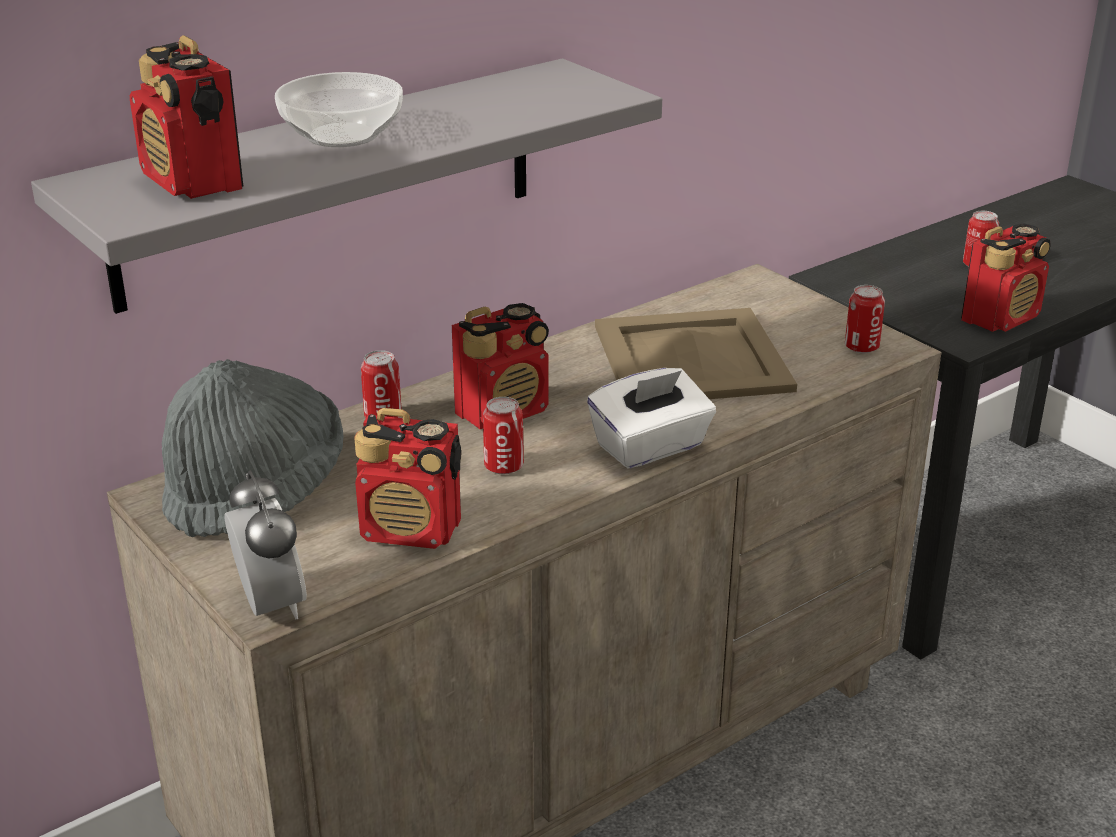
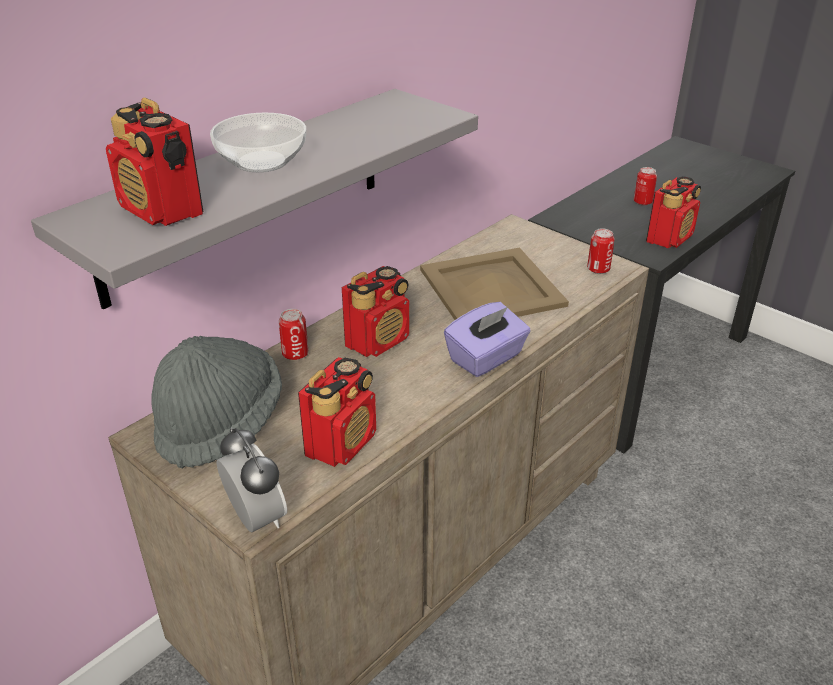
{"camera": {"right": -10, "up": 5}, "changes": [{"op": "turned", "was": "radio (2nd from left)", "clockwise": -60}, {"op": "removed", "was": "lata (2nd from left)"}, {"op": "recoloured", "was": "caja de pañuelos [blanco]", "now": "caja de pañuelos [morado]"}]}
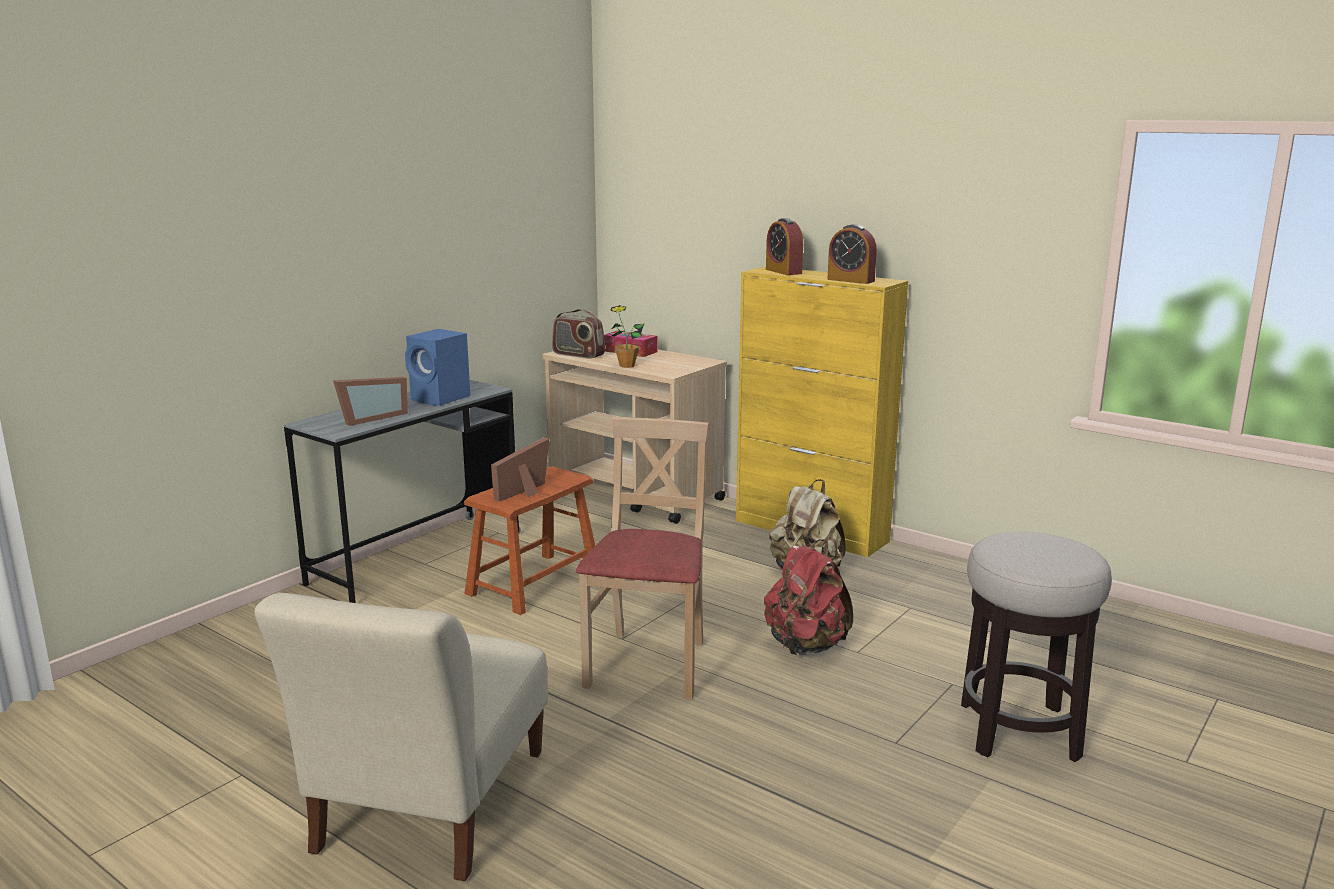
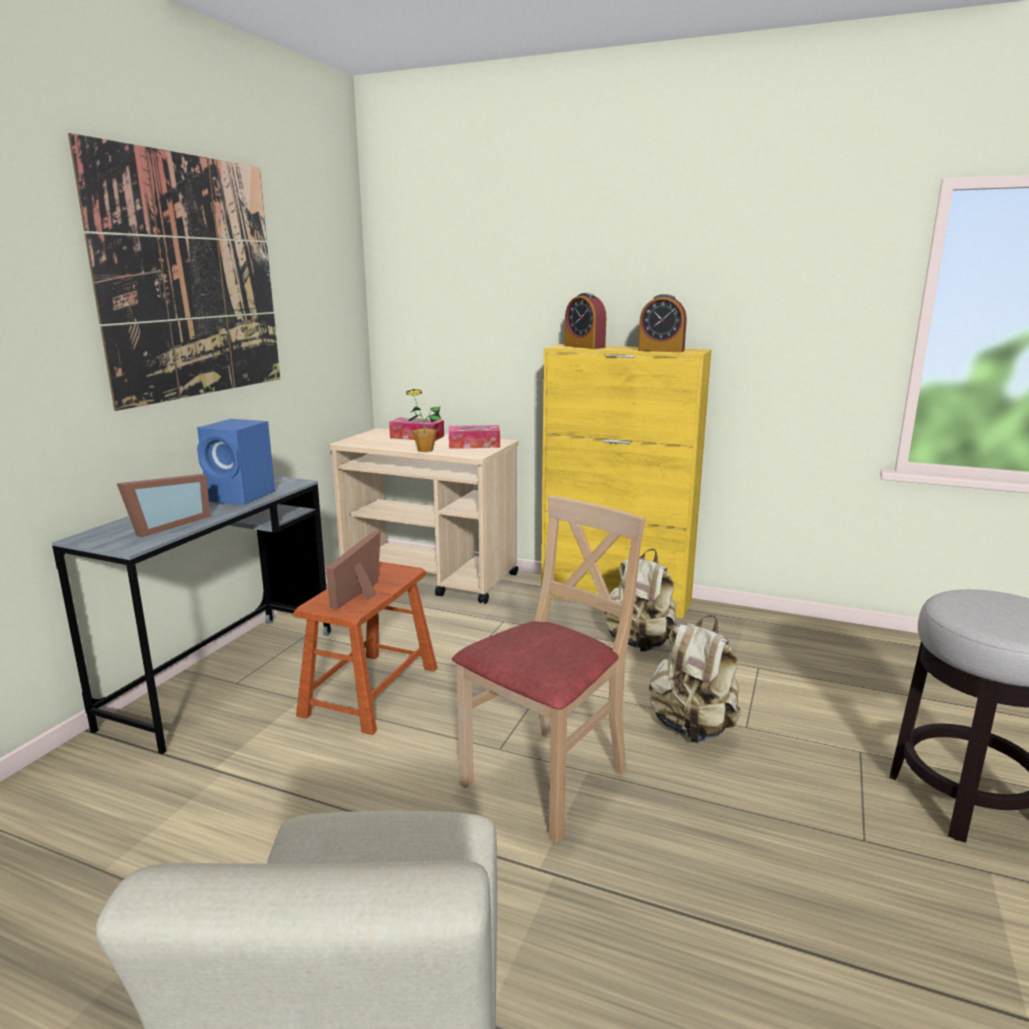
{"camera": {"right": -15, "up": 0}, "changes": [{"op": "removed", "was": "radio"}, {"op": "turned", "was": "silla [beis] (2nd from left)", "clockwise": 45}, {"op": "recoloured", "was": "mochila [rojo]", "now": "mochila [beis] (2nd from left)"}, {"op": "added", "now": "cuadro"}, {"op": "added", "now": "caja de pañuelos (2nd from left)"}]}
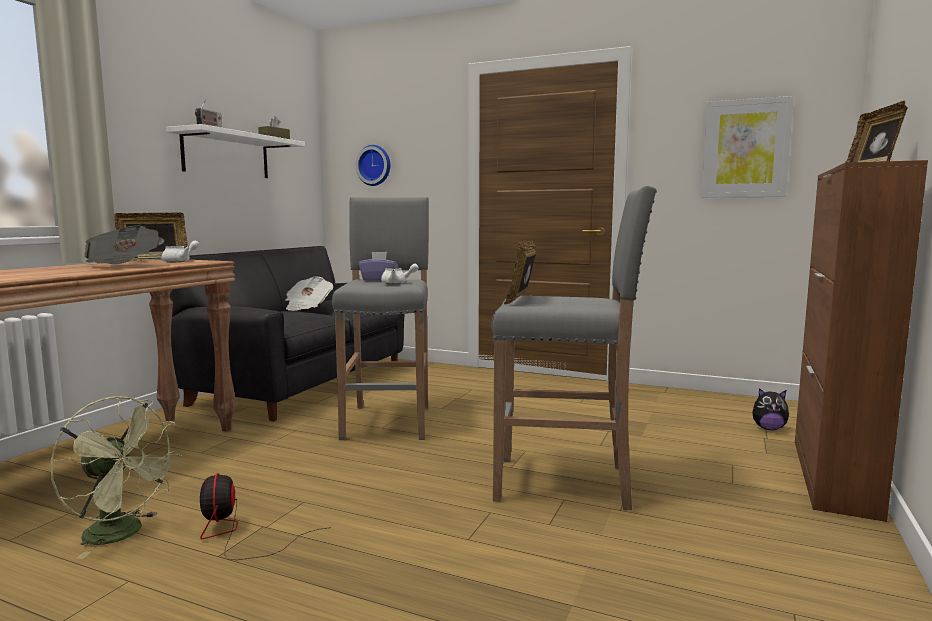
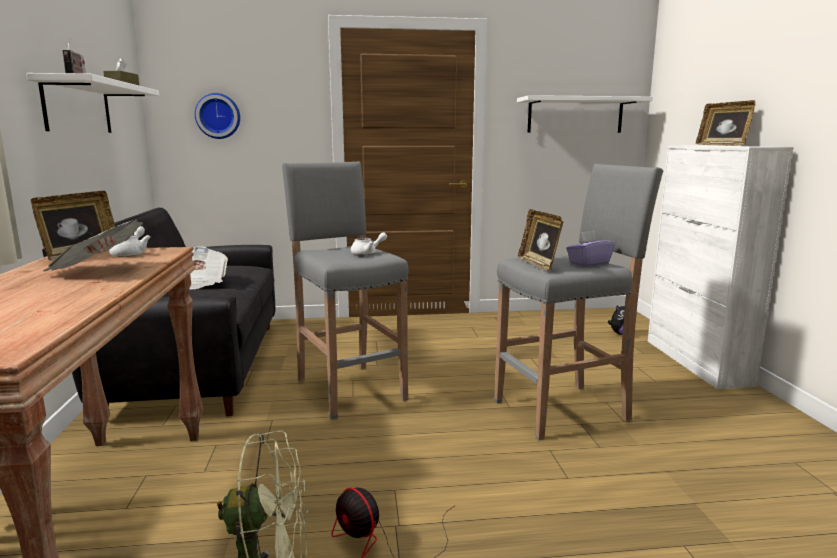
{"camera": {"right": -30, "up": 5}, "changes": [{"op": "moved", "was": "caja de pañuelos [morado]"}, {"op": "replaced", "was": "cuadro", "now": "estante [blanco] (2nd from left)"}, {"op": "recoloured", "was": "armario [marrón]", "now": "armario [blanco]"}]}
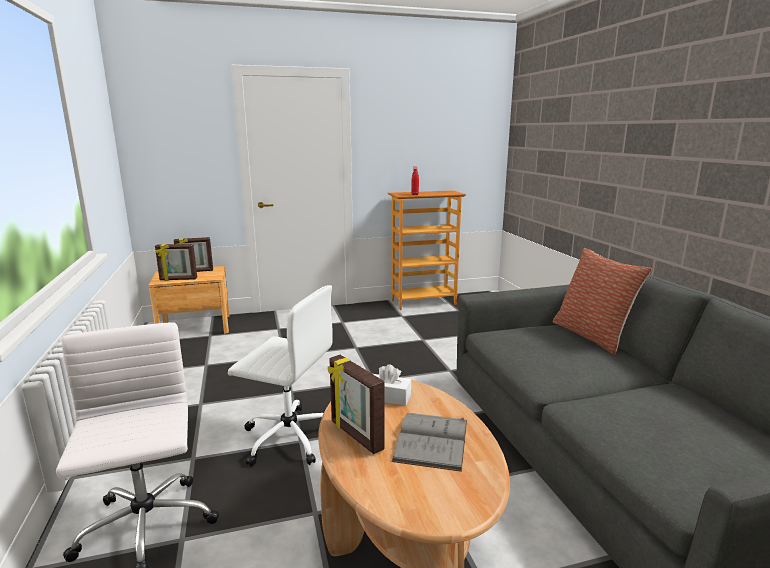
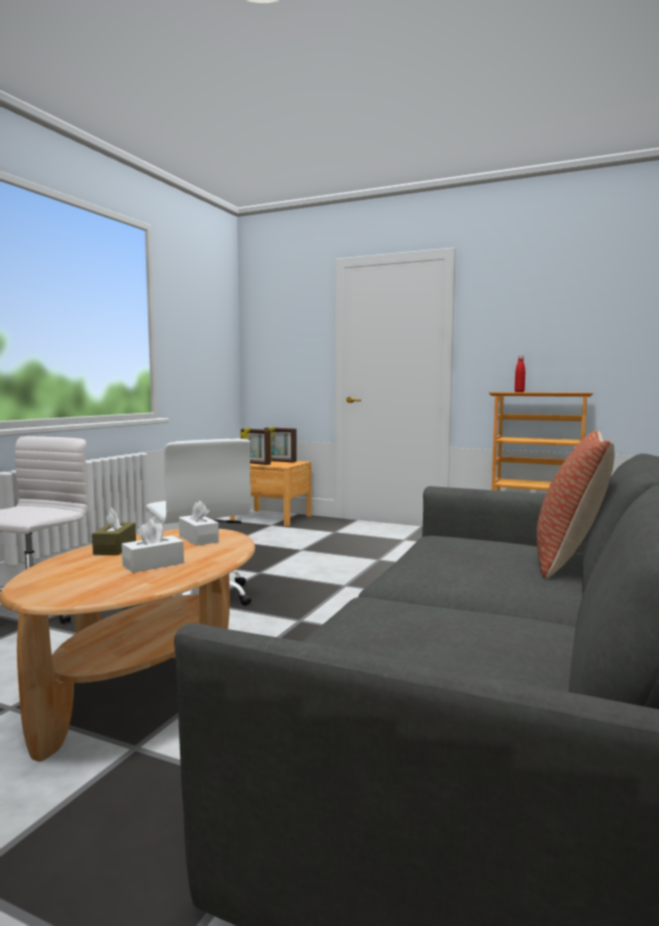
{"camera": {"right": 40, "up": -10}, "changes": [{"op": "replaced", "was": "portarretratos (3rd from left)", "now": "caja de pañuelos [marrón]"}, {"op": "replaced", "was": "libro [gris]", "now": "caja de pañuelos [blanco] (1st from left)"}]}
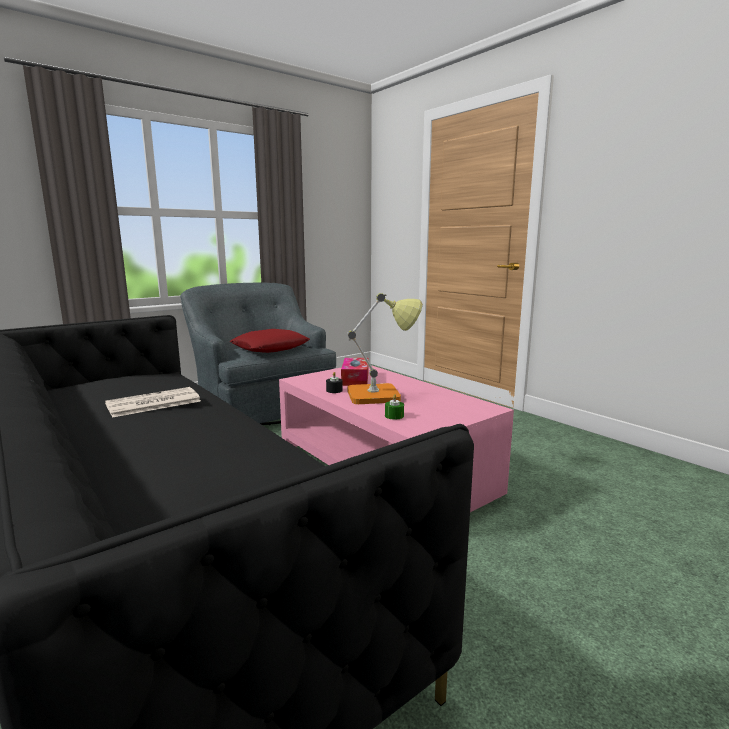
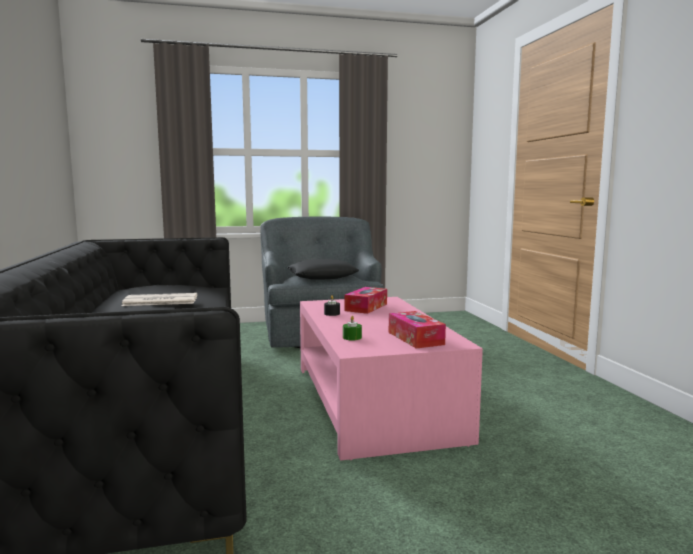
{"camera": {"right": 25, "up": -5}, "changes": [{"op": "recoloured", "was": "cojín [rojo]", "now": "cojín [negro]"}, {"op": "removed", "was": "lámpara de mesa"}, {"op": "added", "now": "caja de pañuelos (2nd from left)"}]}
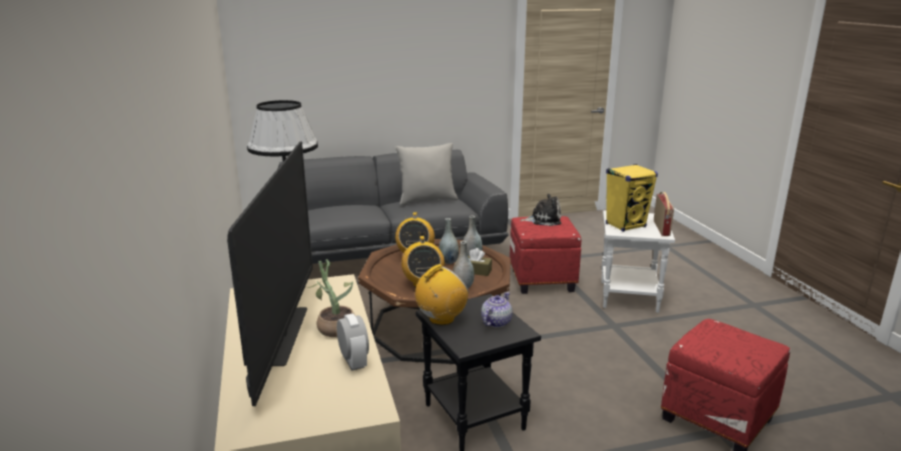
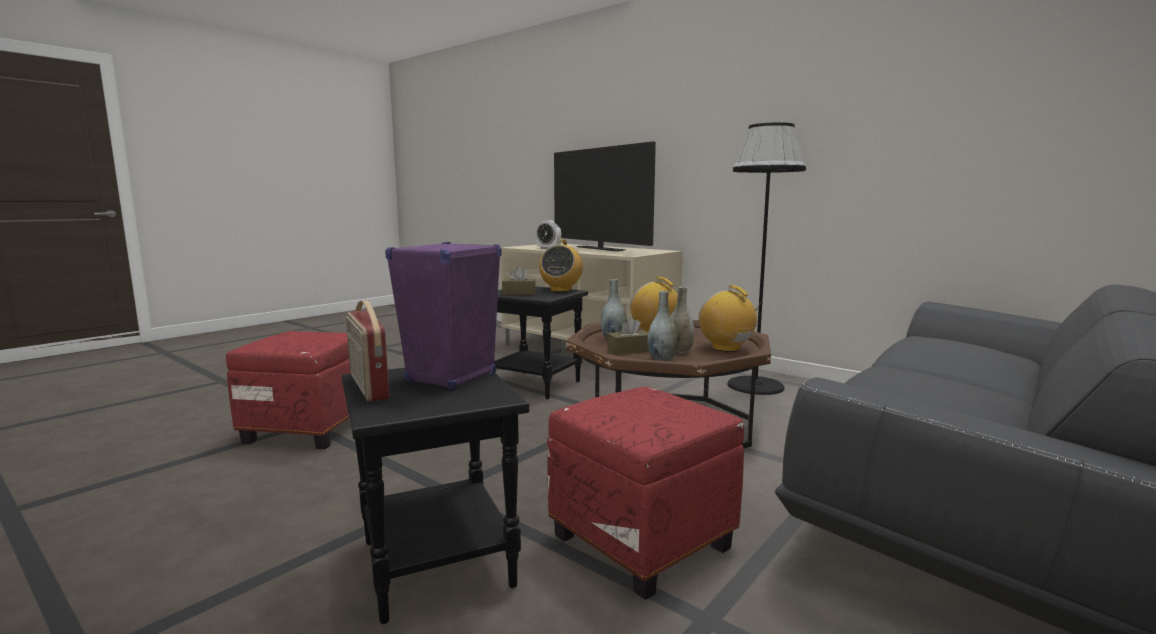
{"camera": {"right": 145, "up": -10}, "changes": [{"op": "removed", "was": "planta en maceta"}, {"op": "removed", "was": "cojín [gris]"}, {"op": "replaced", "was": "tetera", "now": "caja de pañuelos [marrón] (1st from left)"}, {"op": "removed", "was": "peluche"}, {"op": "recoloured", "was": "mesa auxiliar [blanco]", "now": "mesa auxiliar [negro] (1st from left)"}, {"op": "recoloured", "was": "altavoz [amarillo]", "now": "altavoz [morado]"}]}
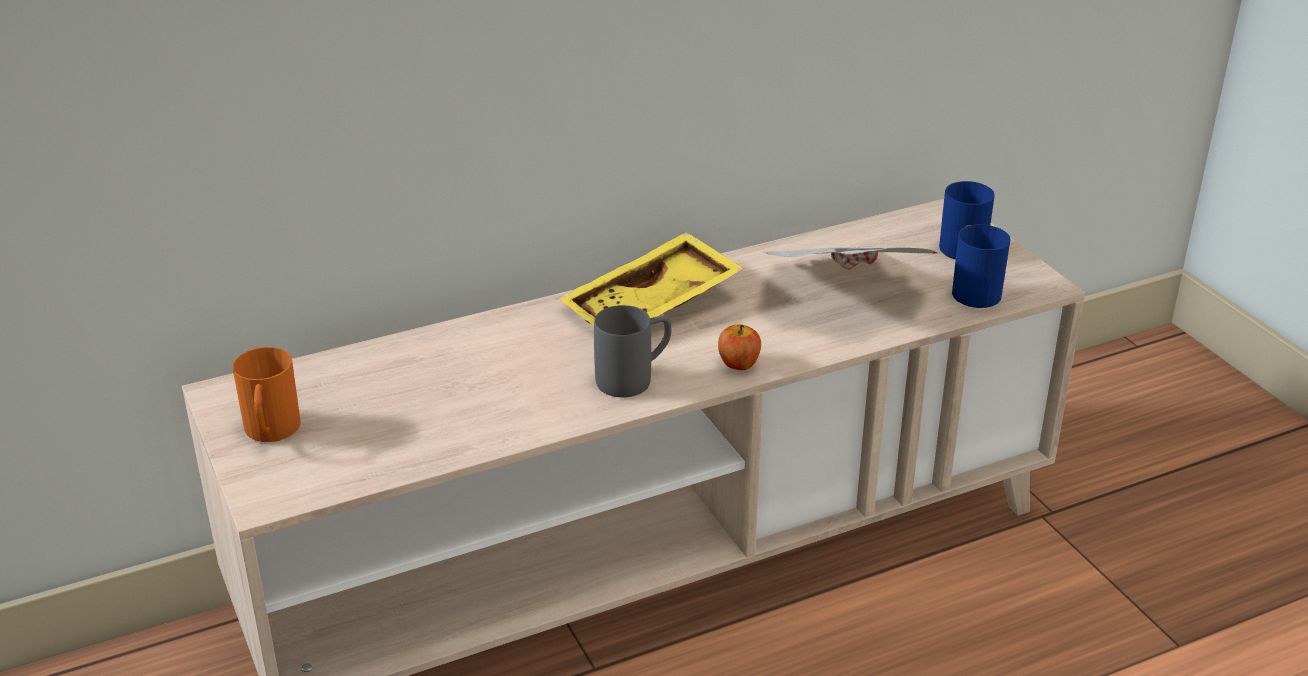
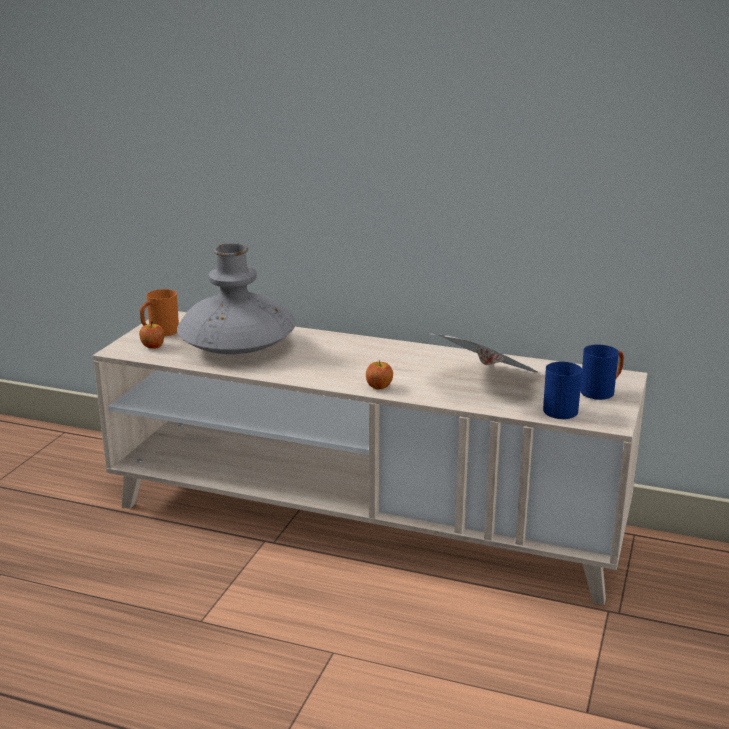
{"camera": {"right": 45, "up": -10}, "changes": [{"op": "removed", "was": "bandeja [amarillo]"}, {"op": "removed", "was": "taza grande [gris]"}, {"op": "added", "now": "manzana (1st from left)"}, {"op": "added", "now": "florero [gris]"}]}
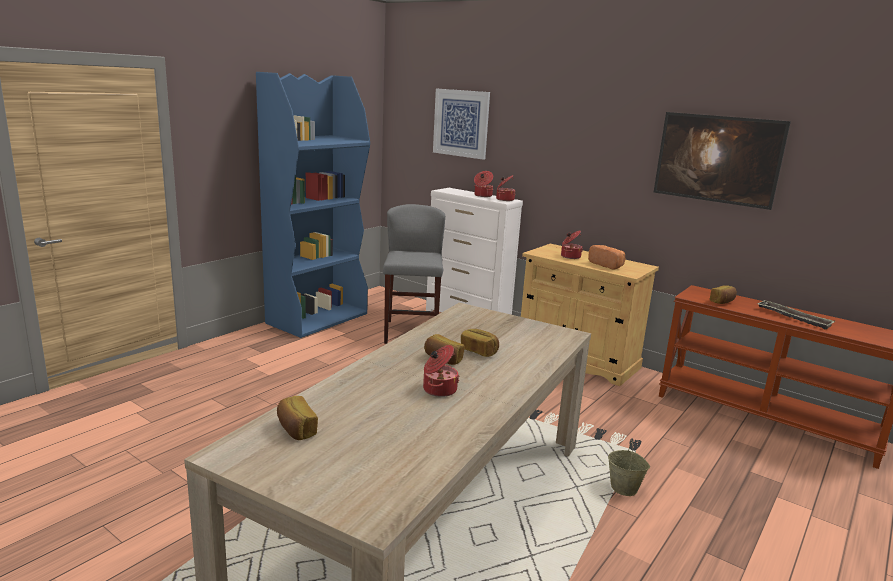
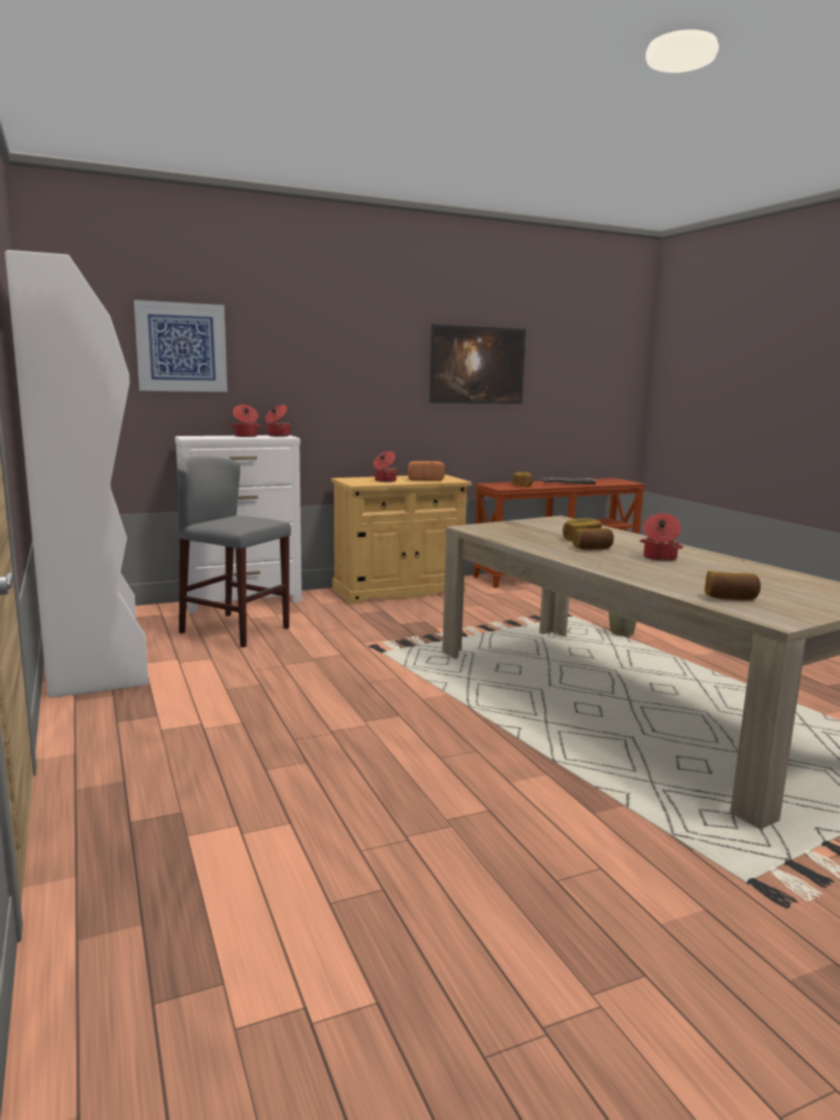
{"camera": {"right": -60, "up": -5}, "changes": [{"op": "recoloured", "was": "estantería [azul]", "now": "estantería [blanco]"}]}
